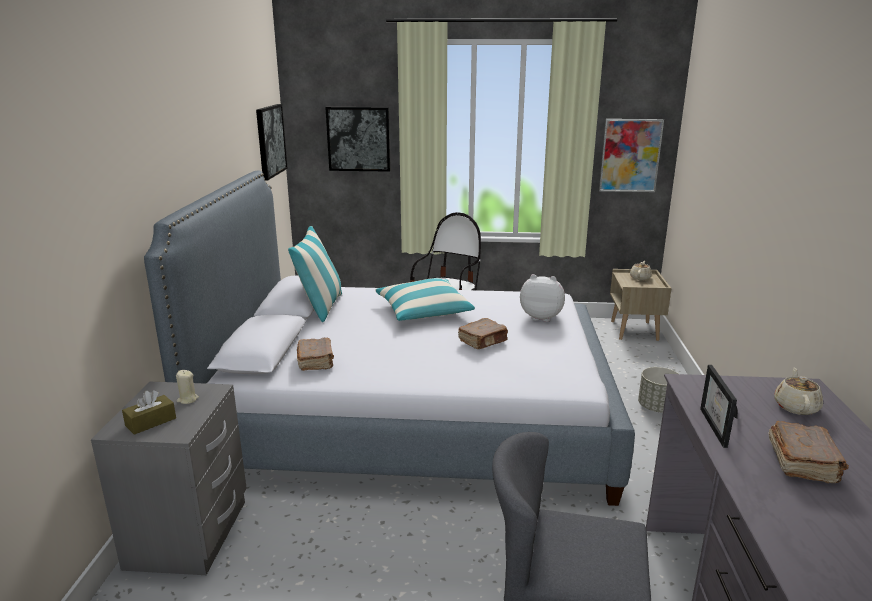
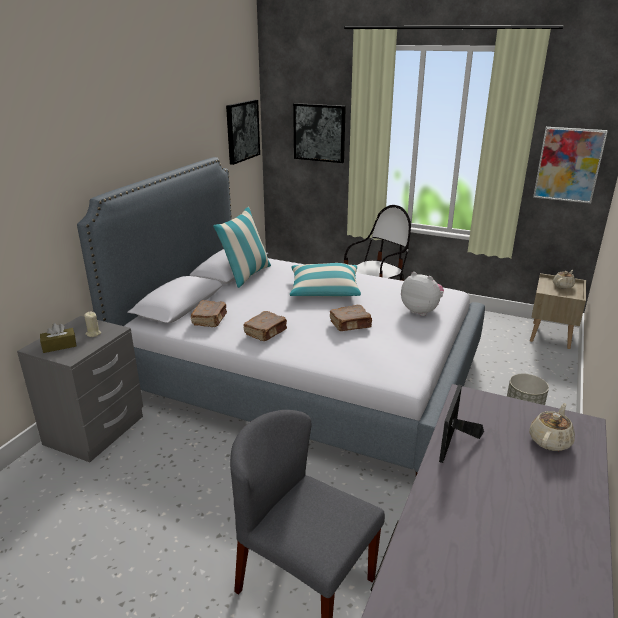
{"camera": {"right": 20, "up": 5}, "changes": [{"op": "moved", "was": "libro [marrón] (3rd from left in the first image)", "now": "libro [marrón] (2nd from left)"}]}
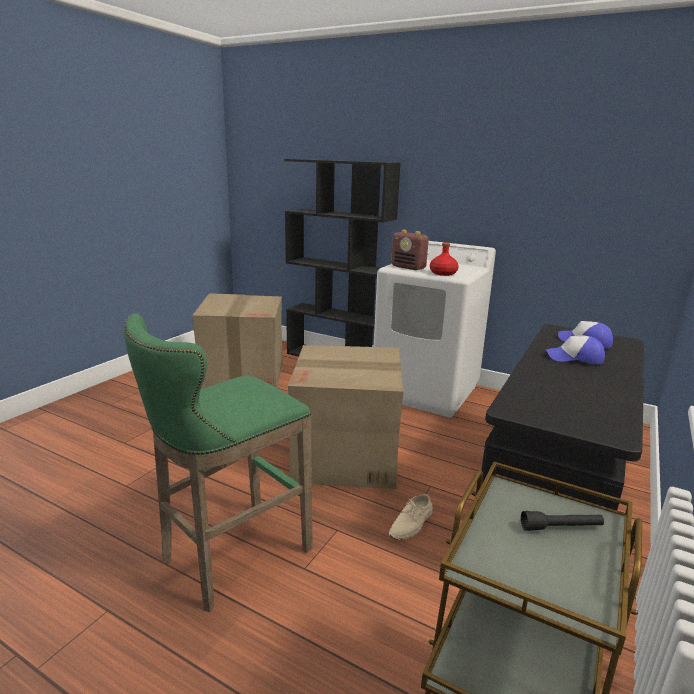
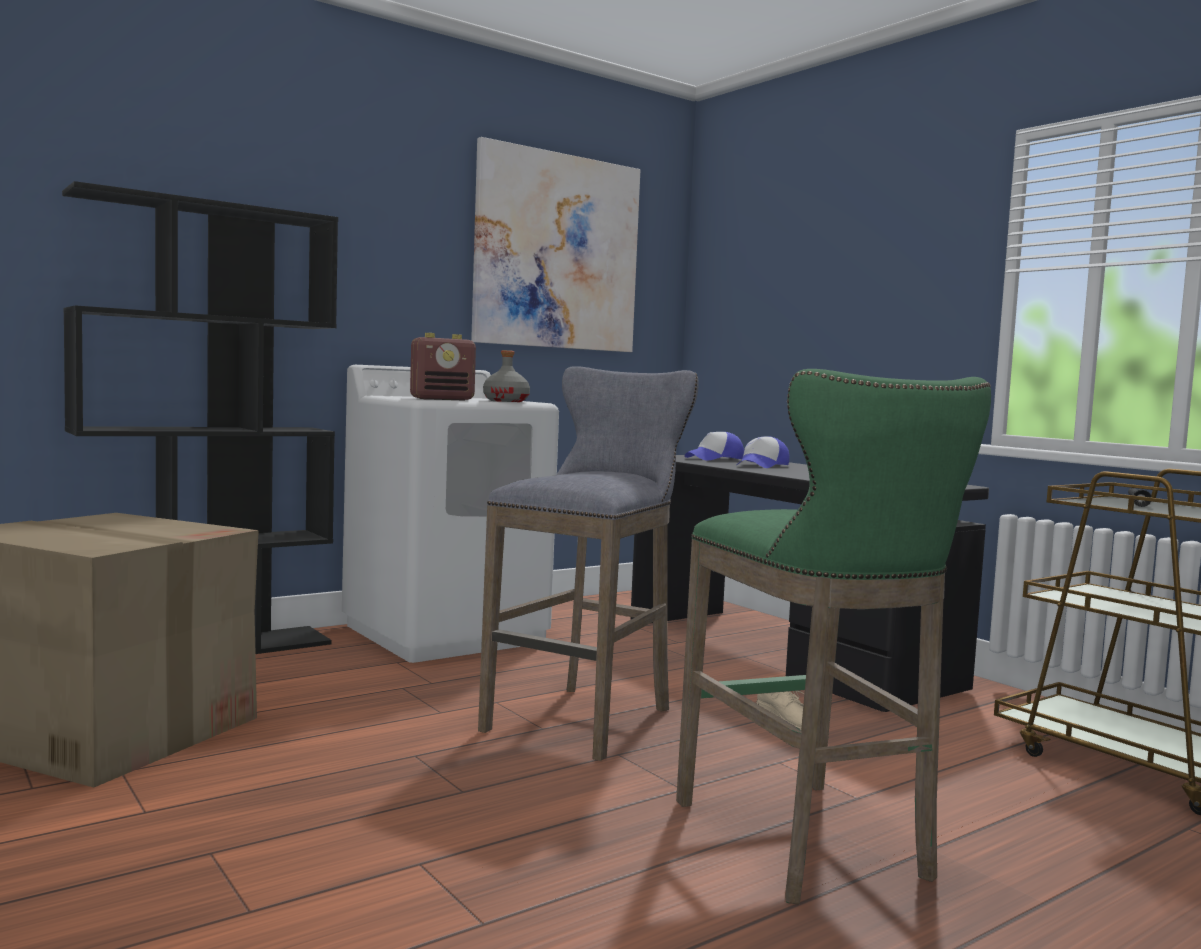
{"camera": {"right": -65, "up": -15}, "changes": [{"op": "replaced", "was": "caja de cartón (2nd from left)", "now": "taburete [gris]"}, {"op": "recoloured", "was": "botella [rojo]", "now": "botella [gris]"}, {"op": "added", "now": "cuadro"}]}
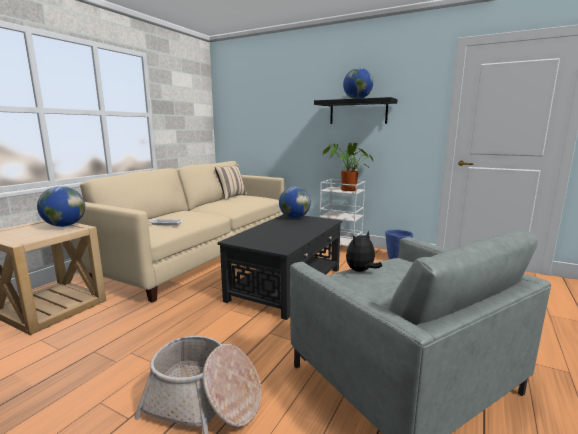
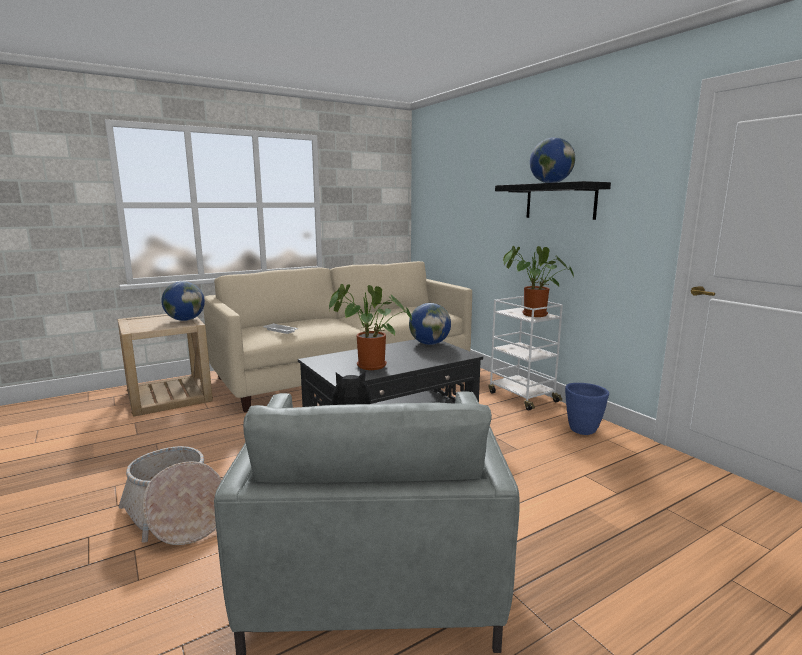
{"camera": {"right": 30, "up": 0}, "changes": [{"op": "removed", "was": "cojín [beis]"}, {"op": "added", "now": "planta en maceta (1st from left)"}]}
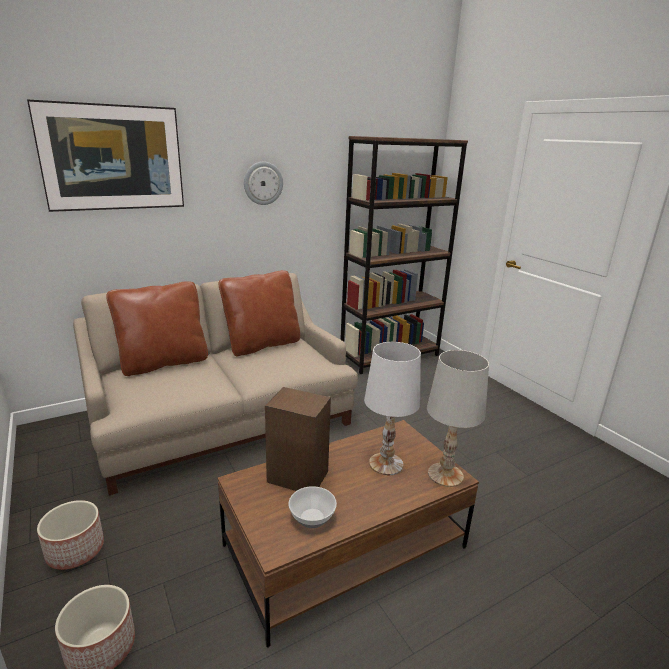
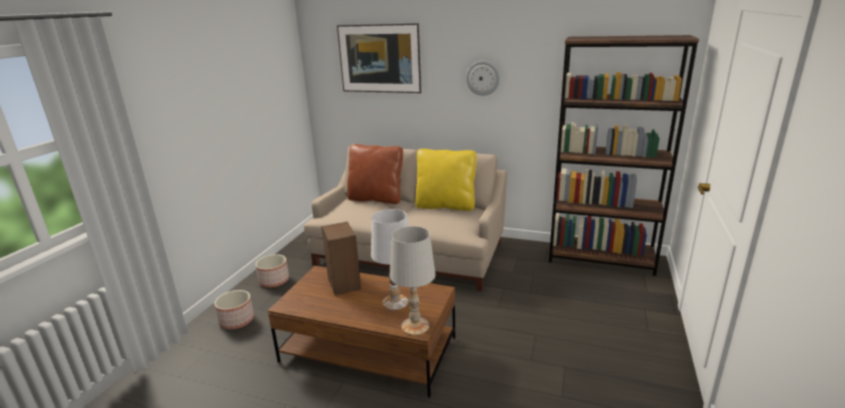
{"camera": {"right": 50, "up": 0}, "changes": [{"op": "recoloured", "was": "cojín [marrón] (2nd from left)", "now": "cojín [amarillo]"}, {"op": "removed", "was": "cuenco"}]}
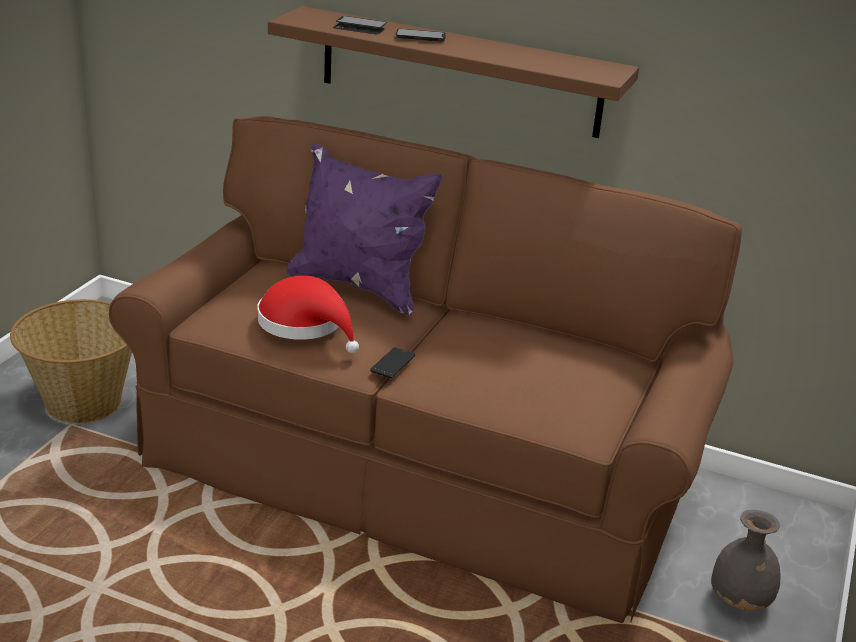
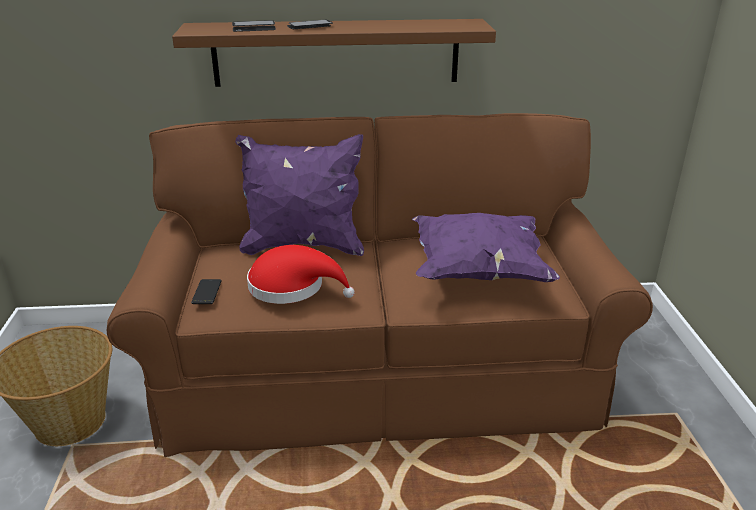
{"camera": {"right": -25, "up": 0}, "changes": [{"op": "moved", "was": "móvil (2nd from left in the first image)", "now": "móvil (1st from left)"}, {"op": "removed", "was": "florero [gris]"}, {"op": "added", "now": "cojín [morado] (2nd from left)"}]}
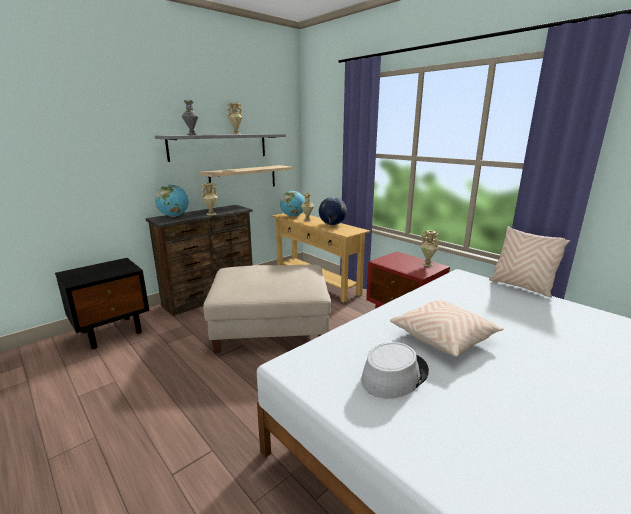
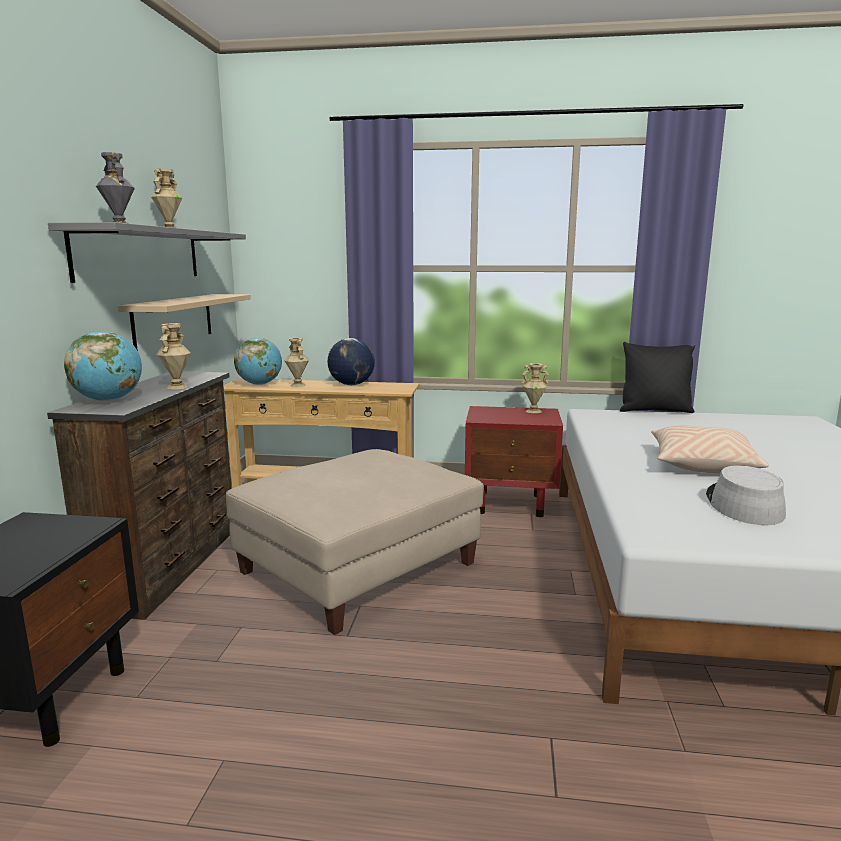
{"camera": {"right": -40, "up": -5}, "changes": [{"op": "recoloured", "was": "cojín [beis] (2nd from left)", "now": "cojín [negro]"}]}
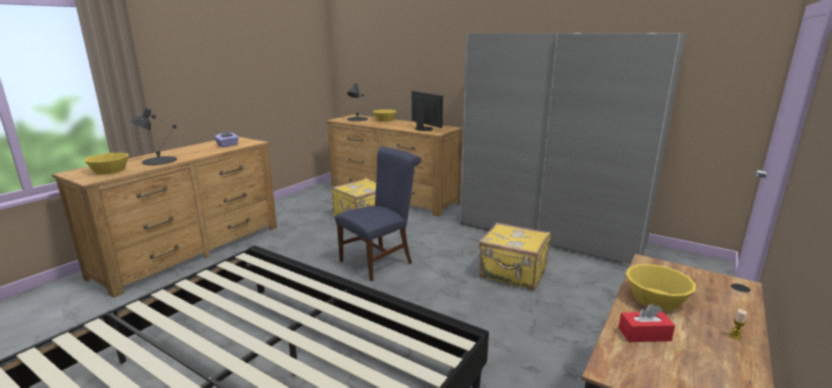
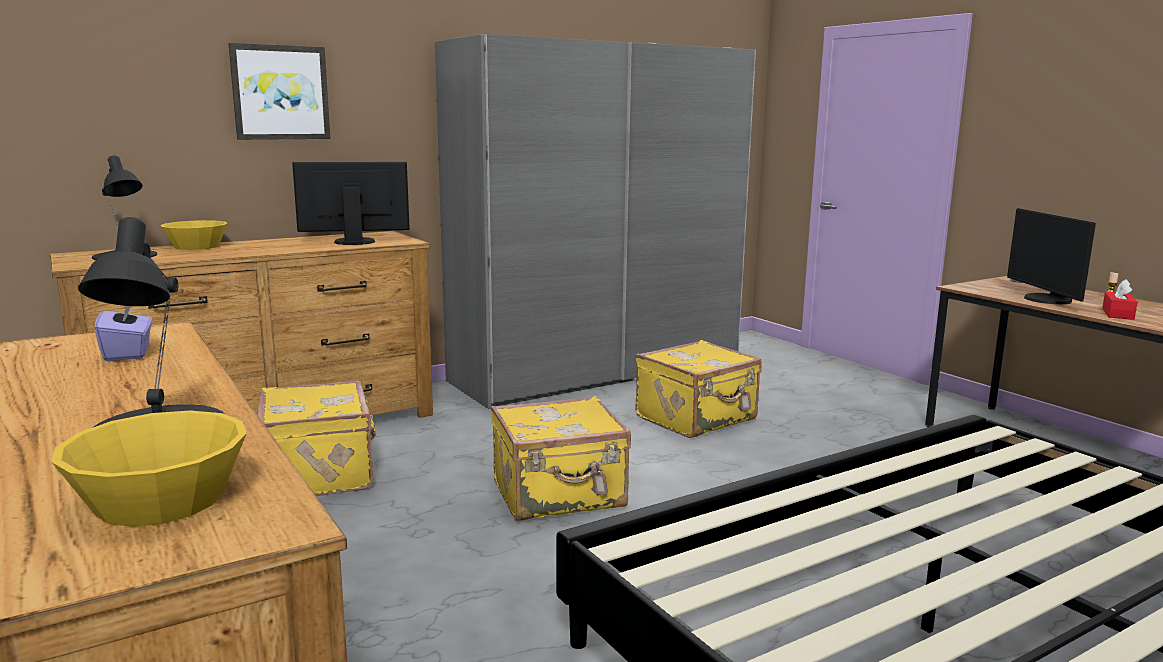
{"camera": {"right": -65, "up": -5}, "changes": [{"op": "replaced", "was": "silla [azul]", "now": "maleta [amarillo] (2nd from left)"}, {"op": "replaced", "was": "cuenco [amarillo] (3rd from left)", "now": "monitor (2nd from left)"}, {"op": "added", "now": "cuadro"}]}
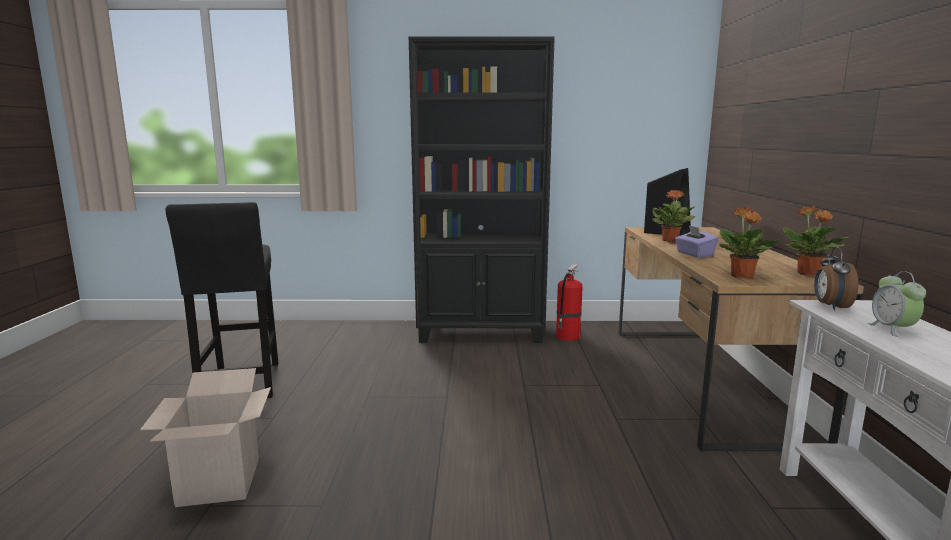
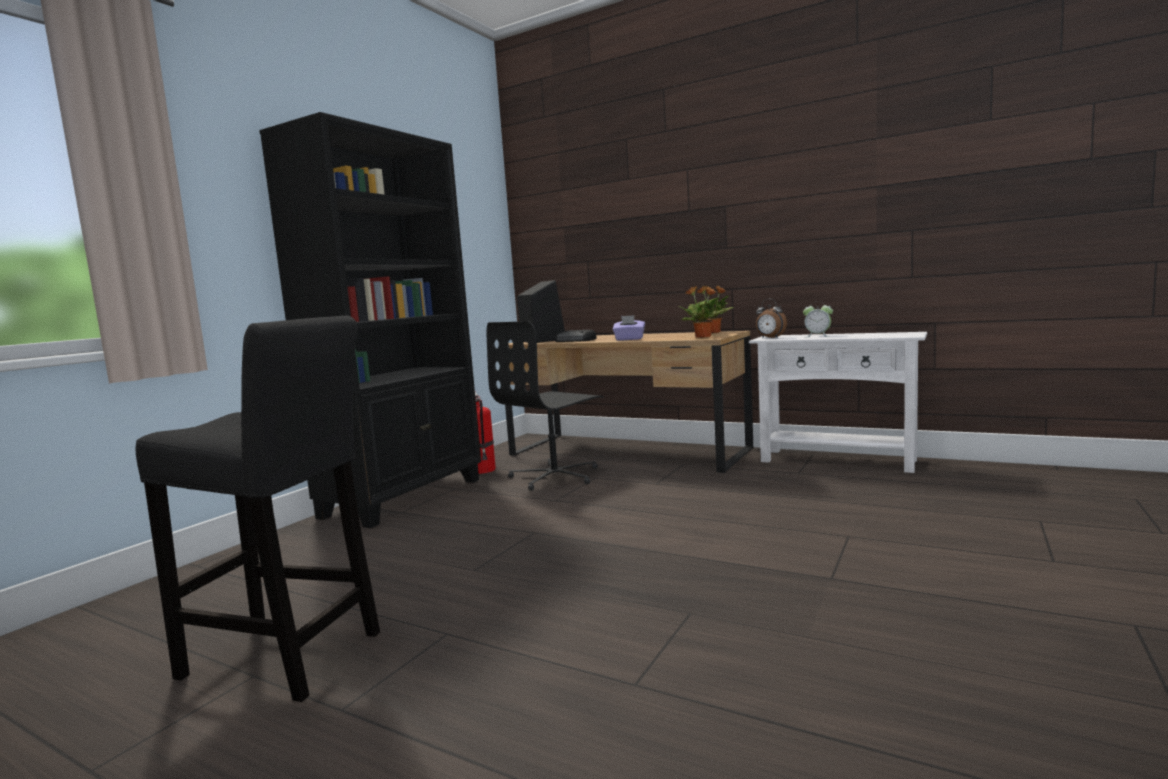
{"camera": {"right": -60, "up": -5}, "changes": [{"op": "removed", "was": "caja de cartón"}, {"op": "replaced", "was": "planta en maceta (1st from left)", "now": "radio"}, {"op": "added", "now": "silla de oficina [negro]"}]}
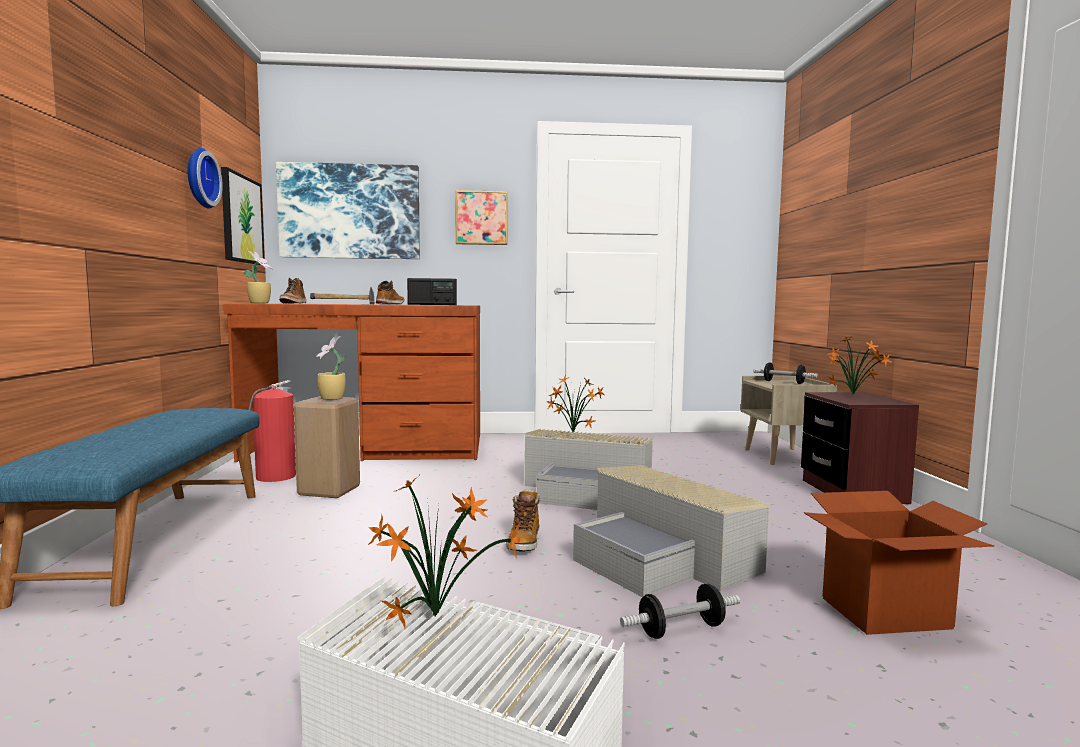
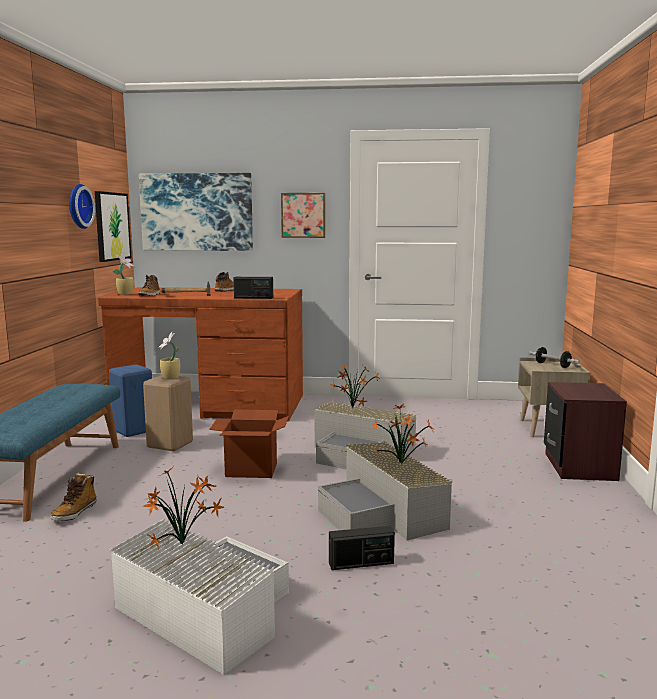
{"camera": {"right": 10, "up": 5}, "changes": [{"op": "replaced", "was": "extintor", "now": "taburete [azul]"}, {"op": "moved", "was": "bota (3rd from left in the first image)", "now": "bota (1st from left)"}, {"op": "replaced", "was": "mancuerna (1st from left)", "now": "radio (2nd from left)"}, {"op": "moved", "was": "caja de cartón"}, {"op": "moved", "was": "planta en maceta (5th from left)"}]}
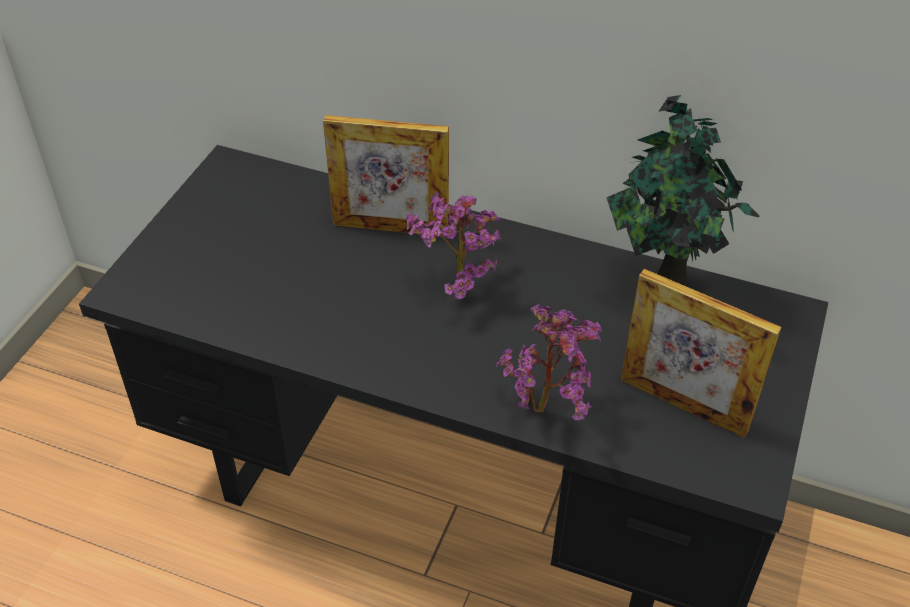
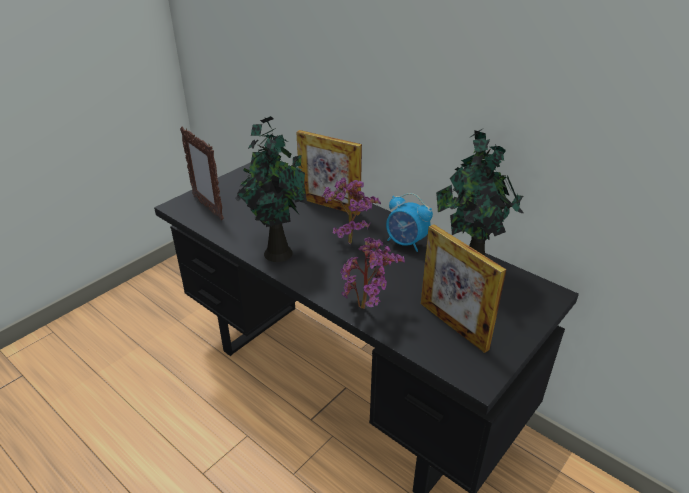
{"camera": {"right": 20, "up": -10}, "changes": [{"op": "added", "now": "portarretratos (1st from left)"}, {"op": "added", "now": "planta en maceta (1st from left)"}, {"op": "added", "now": "despertador"}]}
